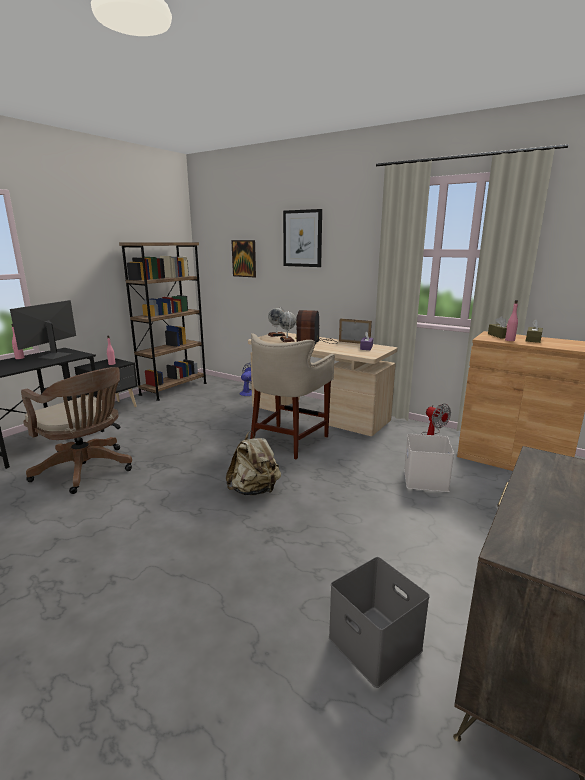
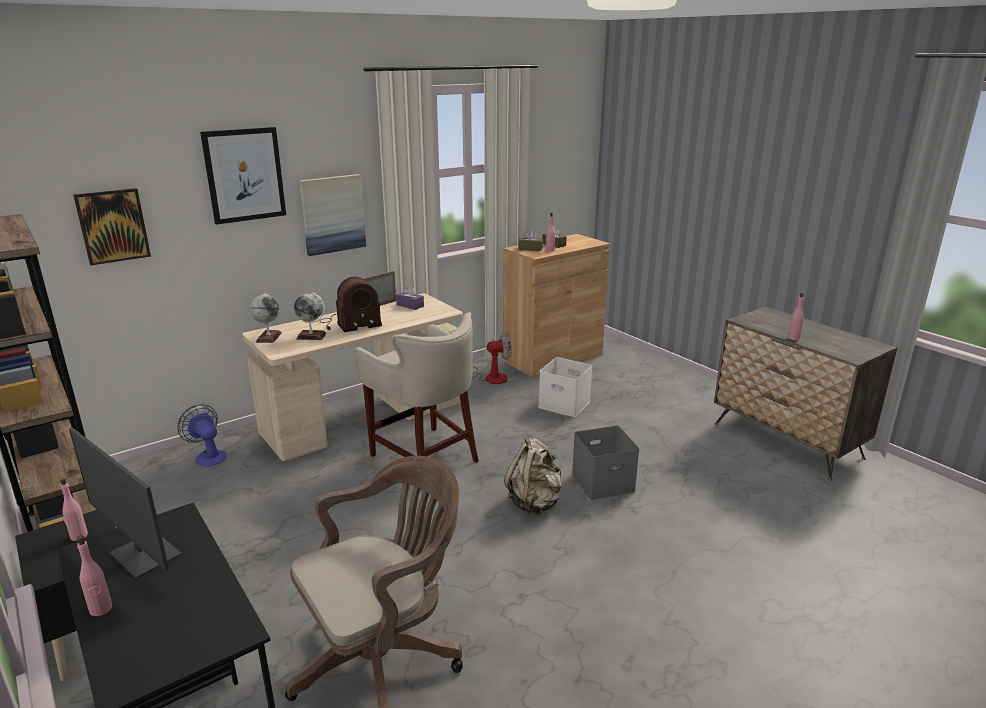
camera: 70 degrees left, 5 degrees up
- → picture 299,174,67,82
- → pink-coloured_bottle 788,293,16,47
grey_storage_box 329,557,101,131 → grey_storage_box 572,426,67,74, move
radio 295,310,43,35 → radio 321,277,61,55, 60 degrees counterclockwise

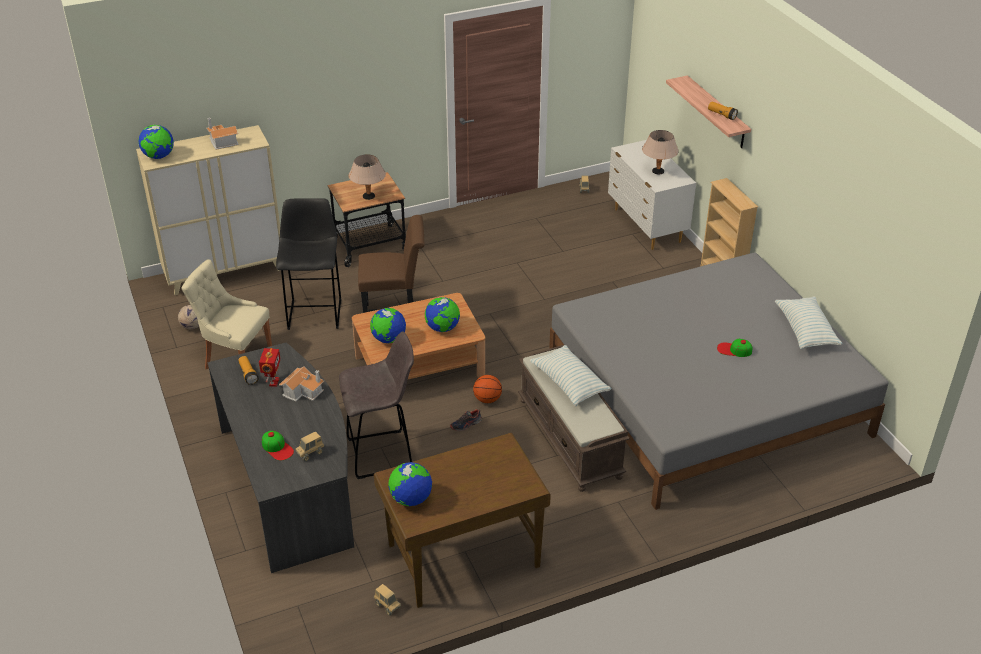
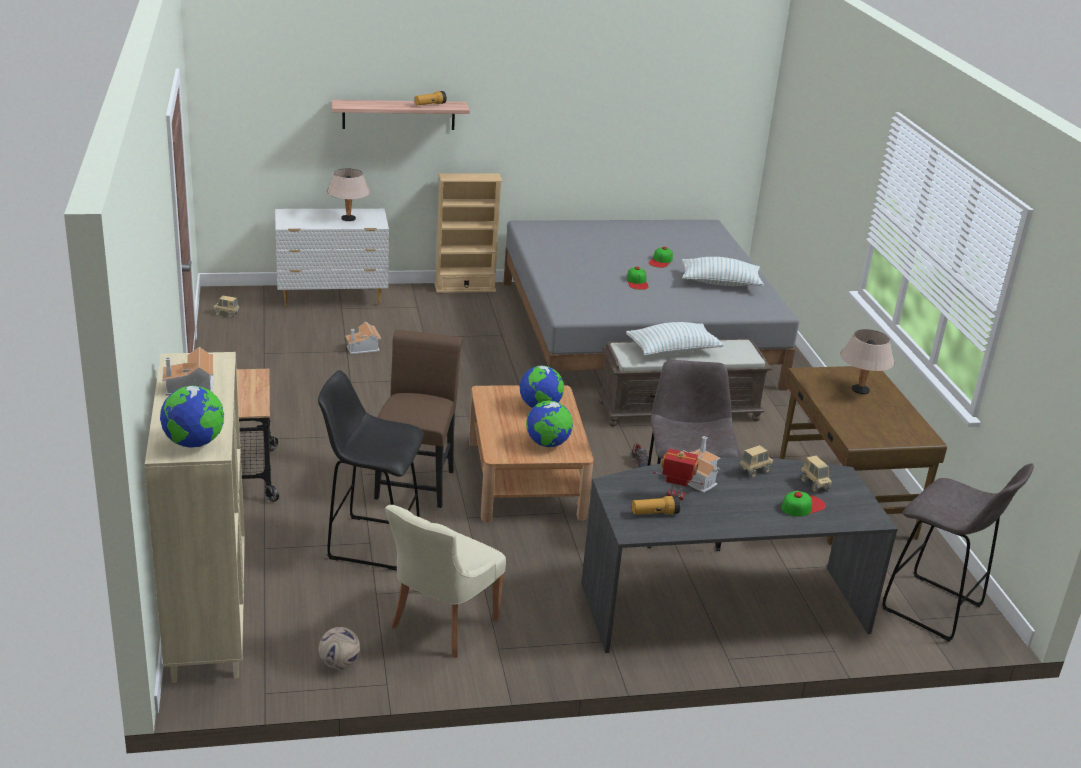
camera: 80 degrees left, 10 degrees down
globe 388,462,44,44 → -
basketball 473,375,29,28 → -
- → miniature_house 346,322,35,32
- → baseball_cap 627,267,22,23
- → grey_stool 882,463,152,179
beige-coloured_tabletop_lamp 349,155,37,45 → beige-coloured_tabletop_lamp 840,329,54,65, move
toy_truck 374,584,27,31 → toy_truck 739,445,34,33, move
throw_pillow 775,296,68,54 → throw_pillow 682,257,82,29, move

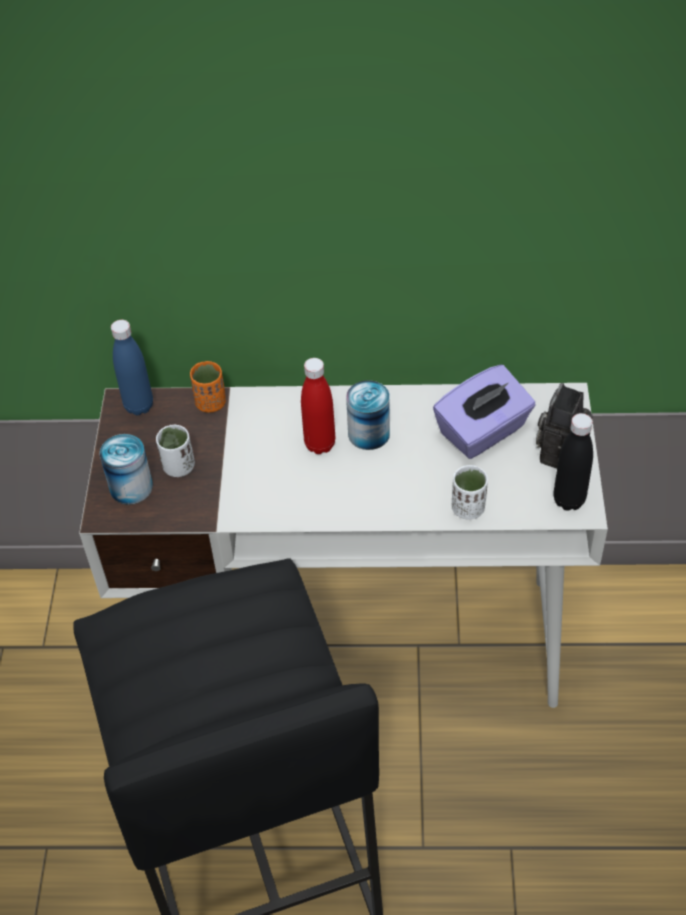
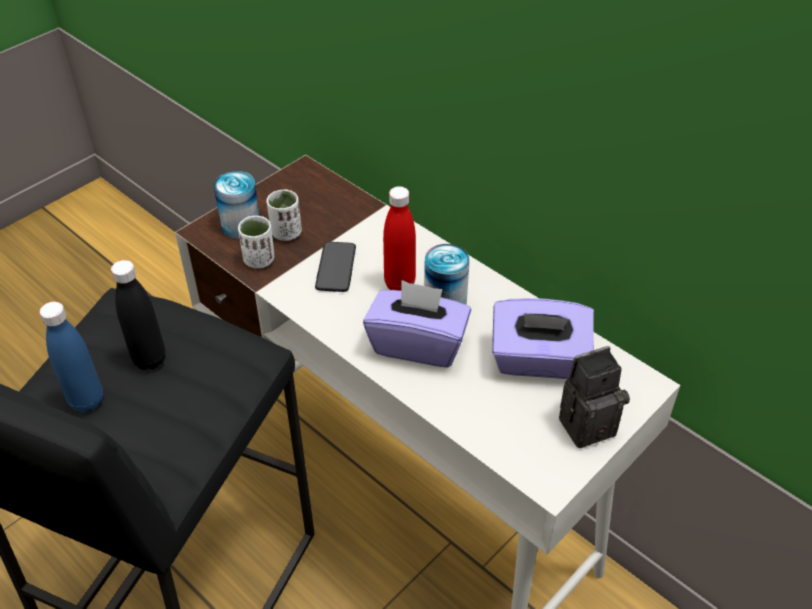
camera: 40 degrees right, 5 degrees down
orange_cup 190,361,36,52 → -
- → handset 315,242,41,50
- → purple-coloured_tissue_box 363,280,108,88
bluish_bottle 111,320,42,95 → bluish_bottle 40,302,63,111, move
whitish_cup 452,465,36,55 → whitish_cup 238,216,37,52, move
blackish_bottle 553,413,40,98 → blackish_bottle 111,260,55,110, move

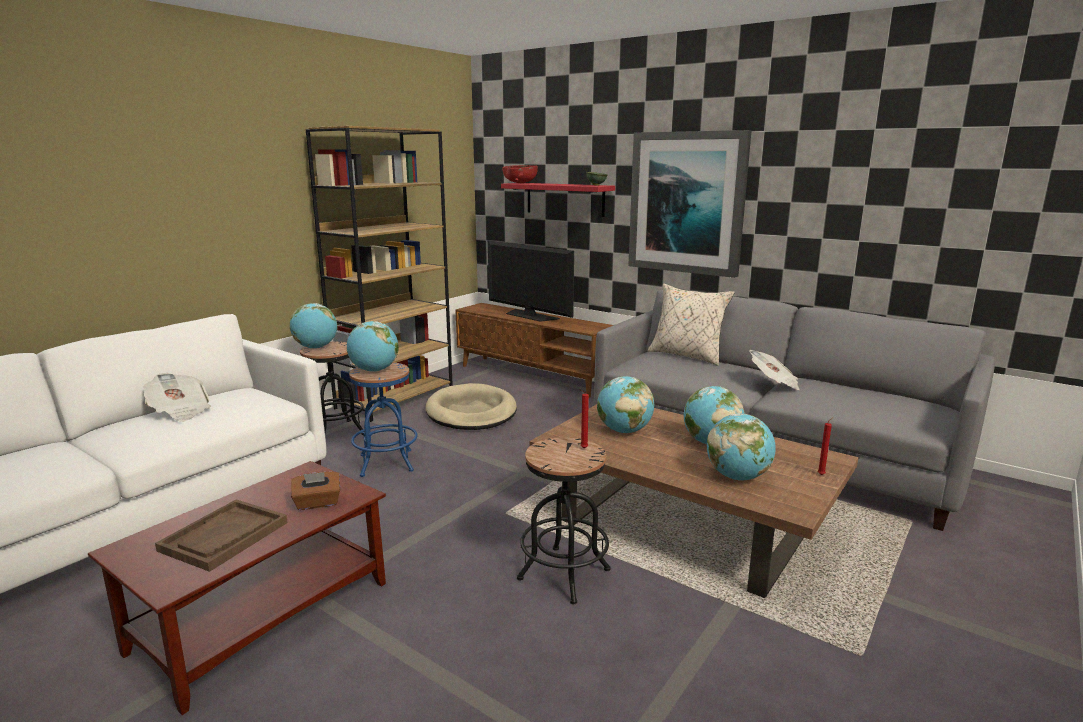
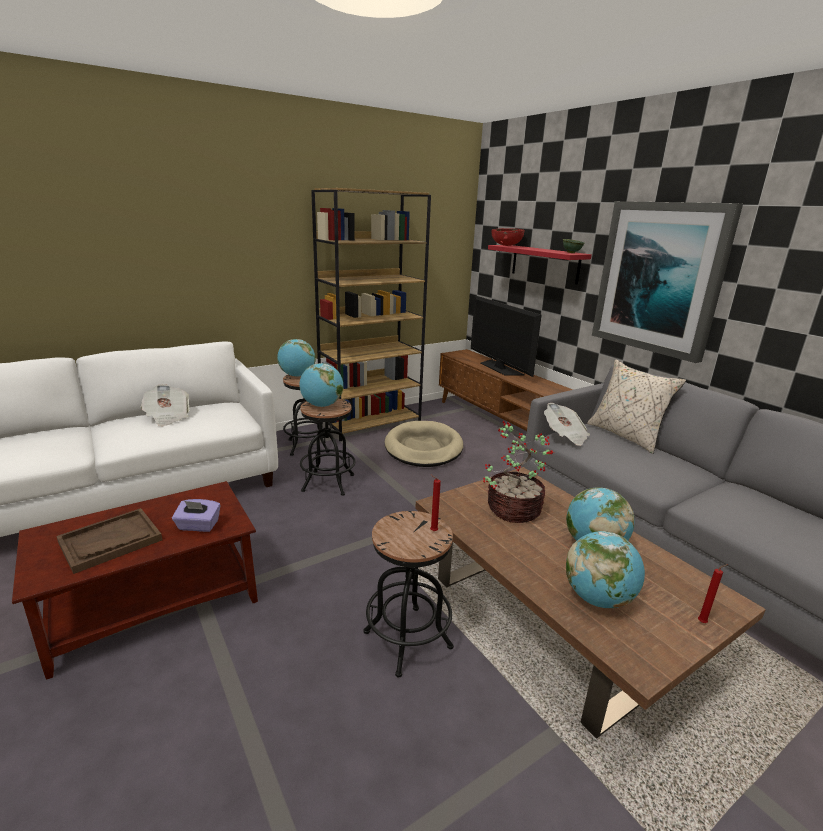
camera: 20 degrees right, 5 degrees up
printed_paper 750,350,49,40 → printed_paper 544,403,46,43, move
globe 597,376,57,57 → potted_plant 483,421,72,102
brownish_tissue_box 291,471,49,39 → purple-coloured_tissue_box 172,499,49,33
bluish_stool 349,362,69,115 → blackish_stool 300,399,56,97

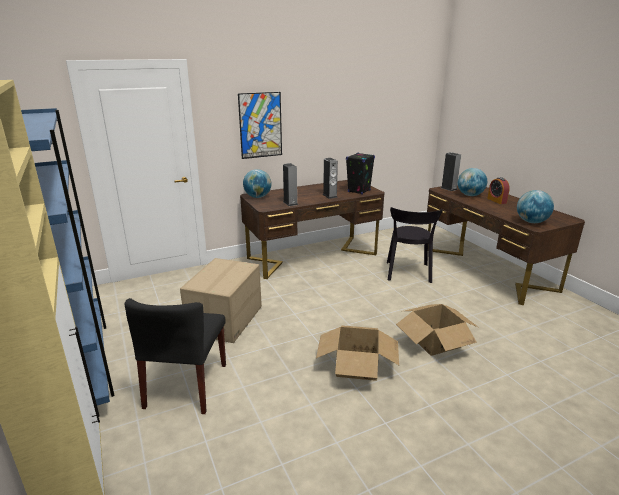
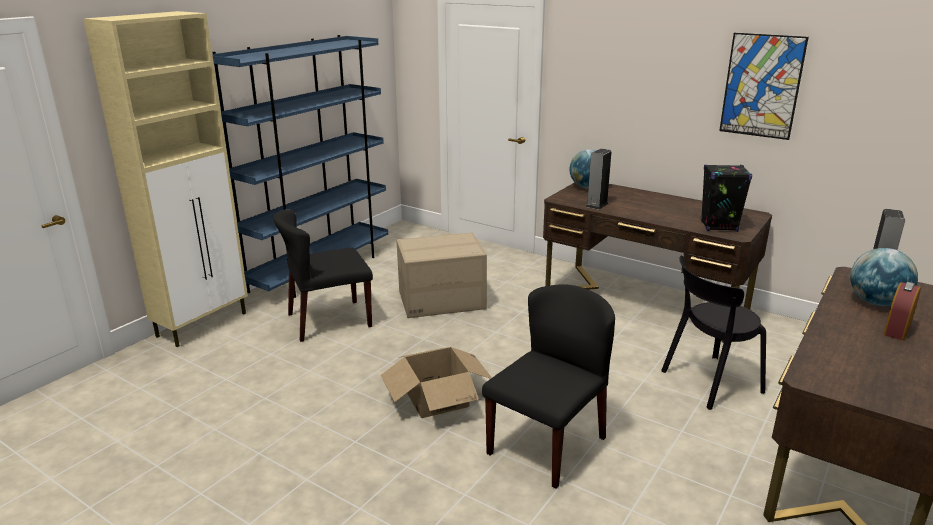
camera: 60 degrees right, 0 degrees up
loudspeaker 323,158,15,41 → -
globe 517,190,37,33 → -
picture 238,92,44,67 → picture 719,33,90,107, move
carton 396,304,83,52 → blackish_chair 482,284,133,205

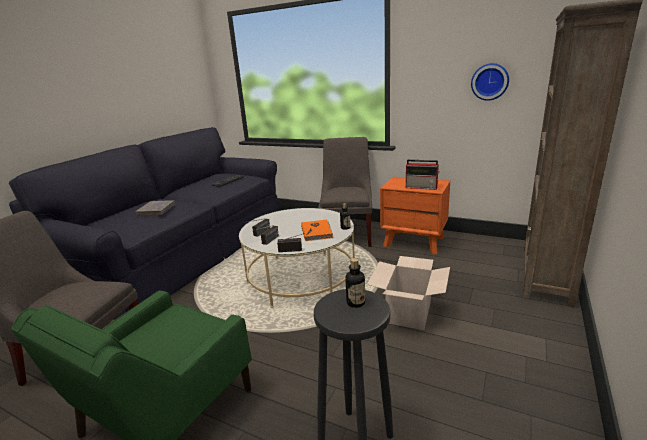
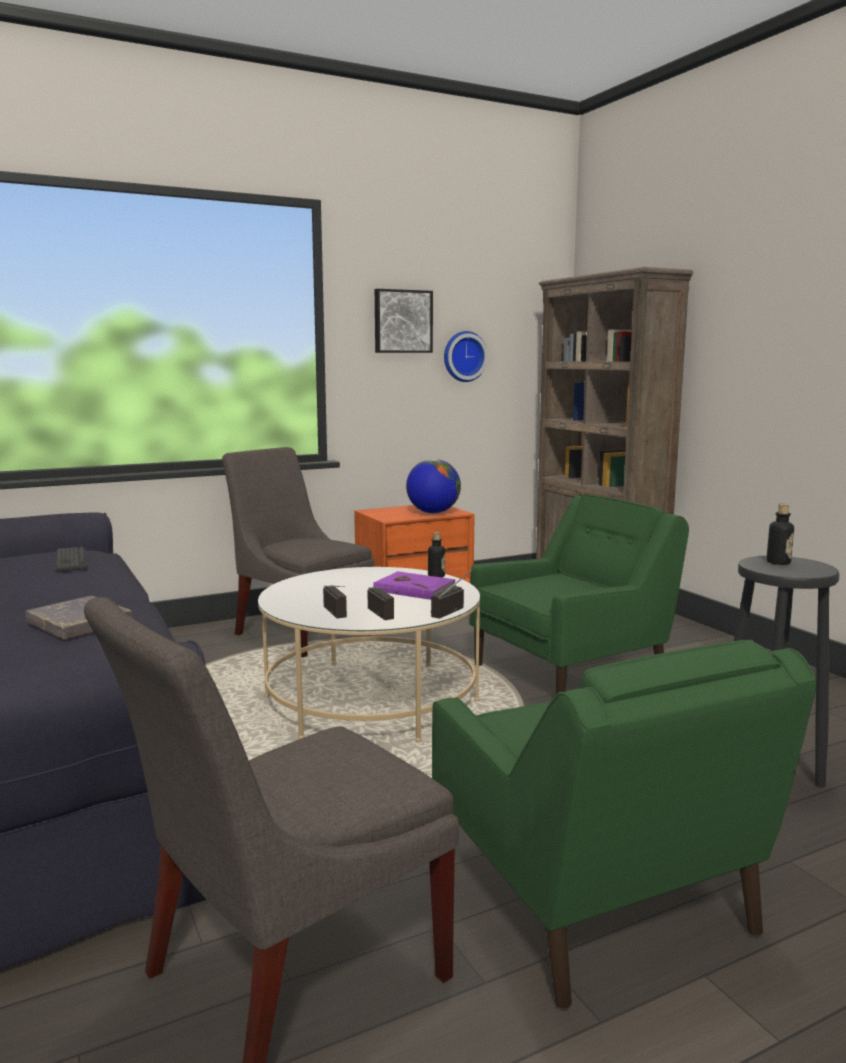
camera: 55 degrees left, 10 degrees down
- → picture 375,289,58,64
carton 367,256,83,74 → green_lounge_chair 469,494,220,201
radio 406,160,34,30 → globe 406,459,55,54
orange_bound_book 301,220,32,21 → purple-coloured_bound_book 373,571,83,29

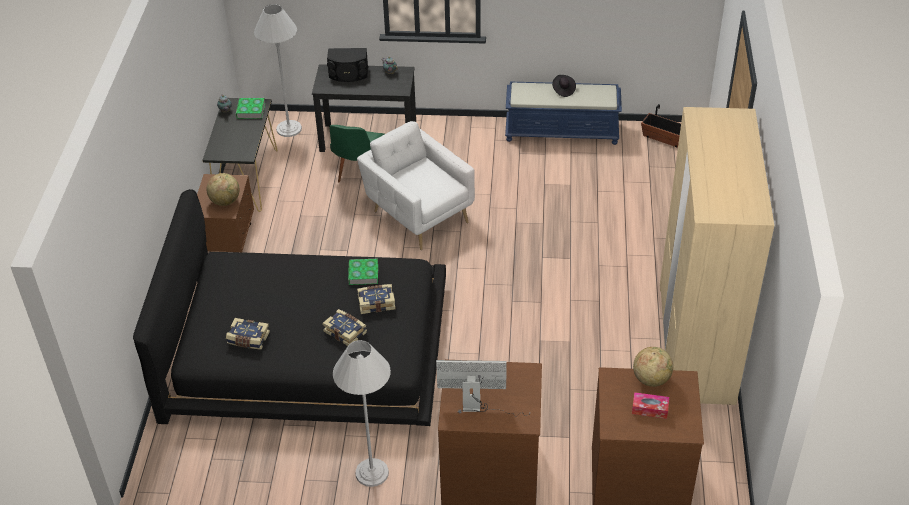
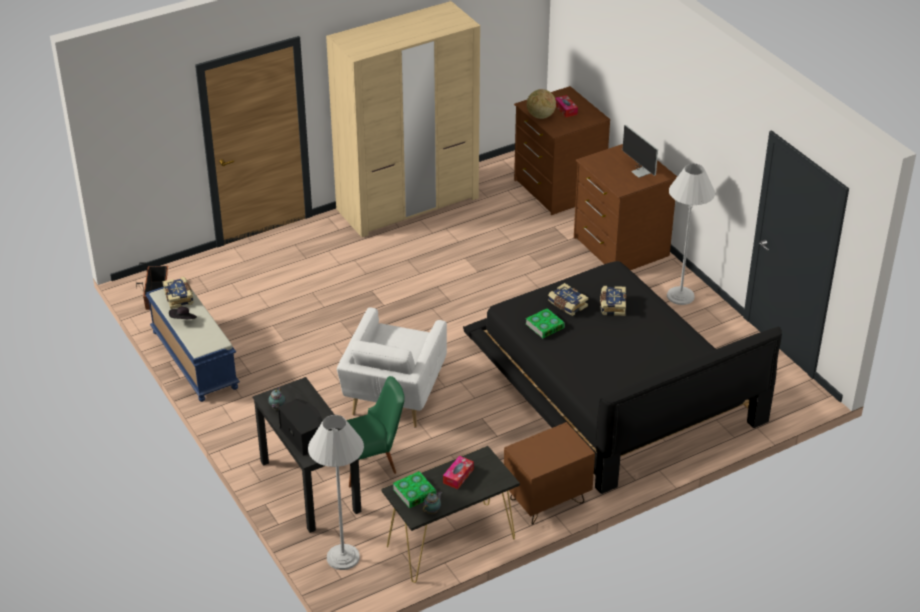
camera: 125 degrees left, 5 degrees down
globe 206,173,34,33 → -
- → tissue_box 443,456,31,33
bound_book 226,318,44,32 → bound_book 162,277,32,32, move

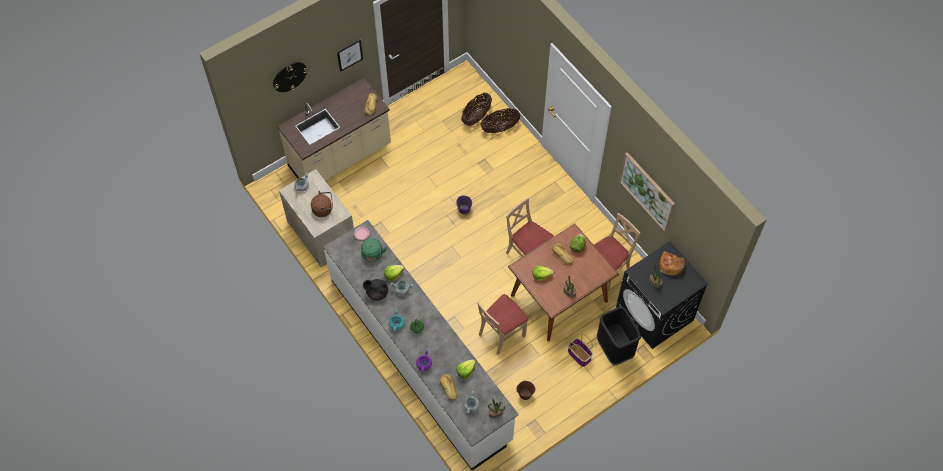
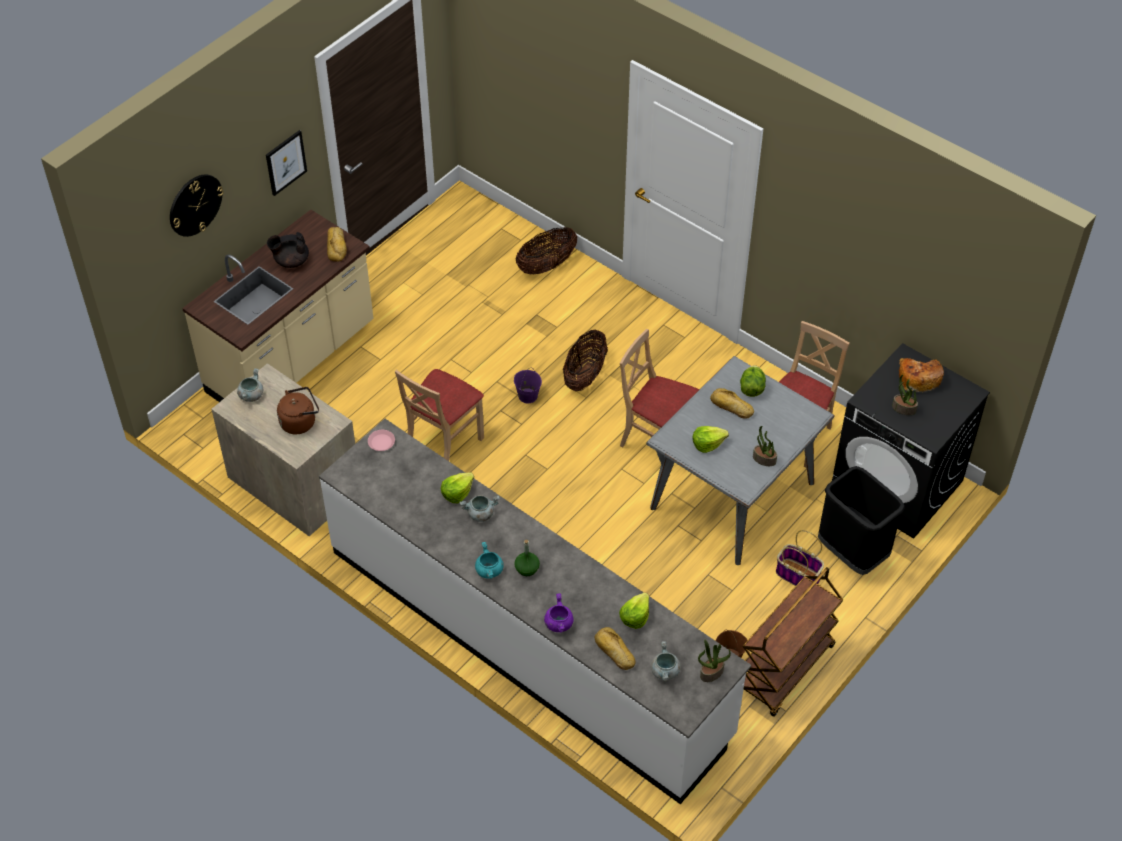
camera: 15 degrees left, 10 degrees down
green_water_kettle 361,238,26,24 → -
picture 619,152,56,80 → -
- → brownish_wheeled_cart 743,567,100,150
blackish_tea_pot 363,279,25,22 → blackish_tea_pot 267,232,42,36, move
basket 461,93,31,33 → basket 563,330,45,61, move
beige-coloured_chair 477,294,52,61 → beige-coloured_chair 395,369,89,92, move
brownish_kitchen_table 508,223,111,118 → grey_kitchen_table 646,356,189,209

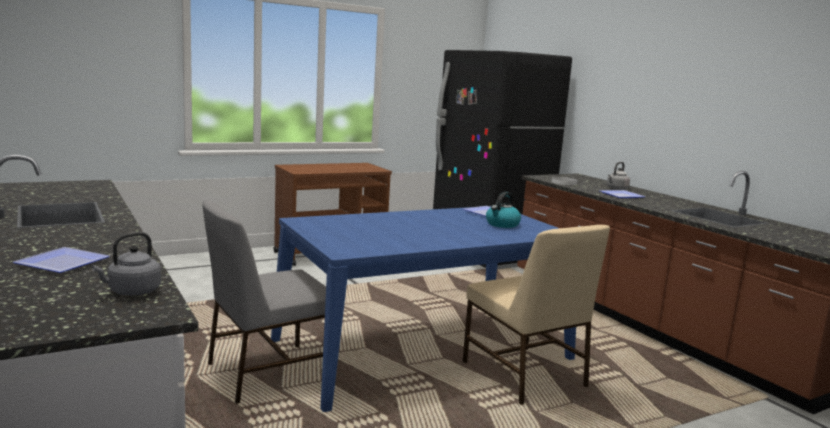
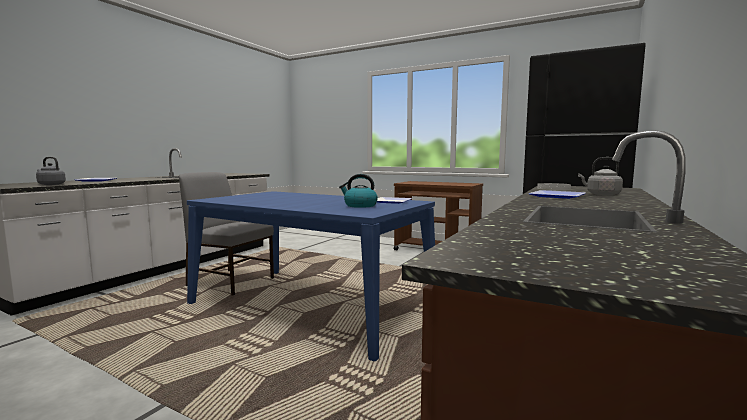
camera: 60 degrees right, 5 degrees down
beige-coloured_chair 463,225,147,180 → -

